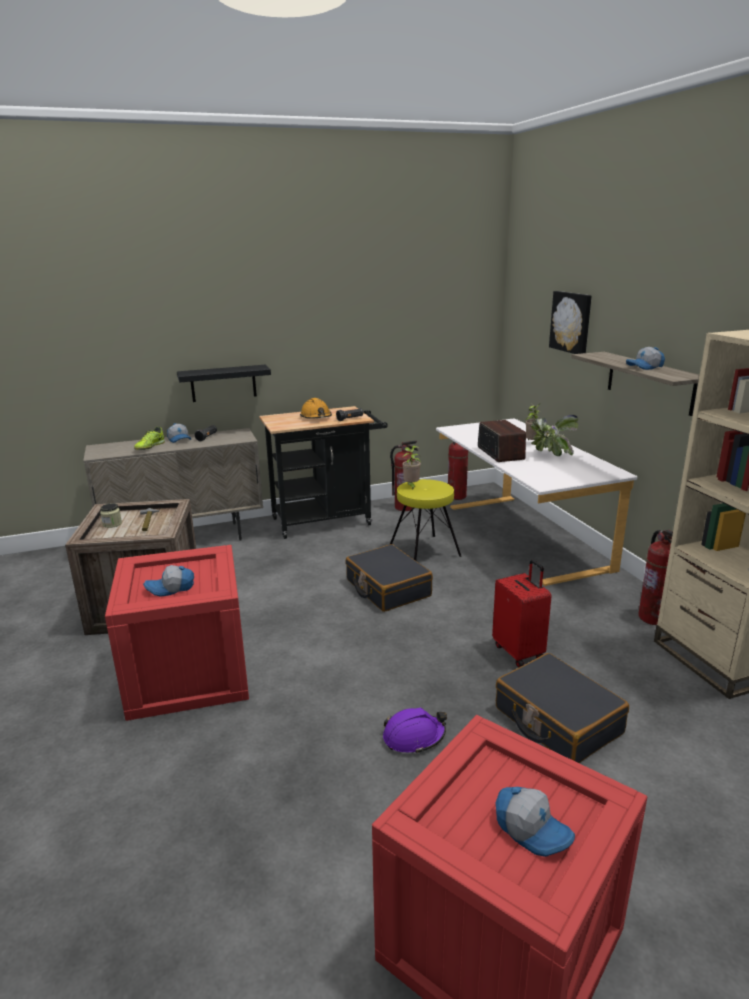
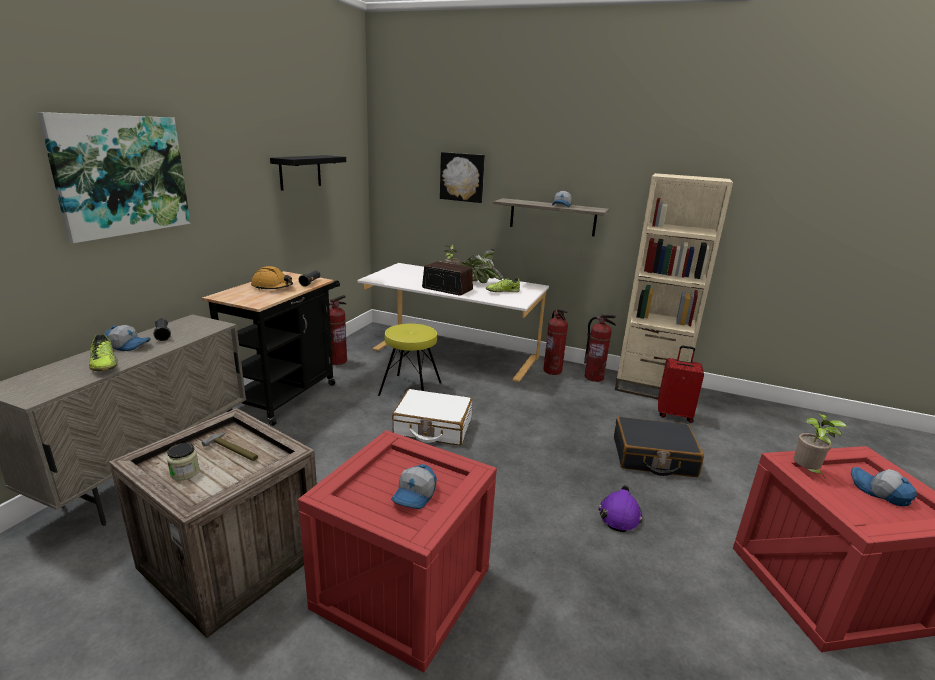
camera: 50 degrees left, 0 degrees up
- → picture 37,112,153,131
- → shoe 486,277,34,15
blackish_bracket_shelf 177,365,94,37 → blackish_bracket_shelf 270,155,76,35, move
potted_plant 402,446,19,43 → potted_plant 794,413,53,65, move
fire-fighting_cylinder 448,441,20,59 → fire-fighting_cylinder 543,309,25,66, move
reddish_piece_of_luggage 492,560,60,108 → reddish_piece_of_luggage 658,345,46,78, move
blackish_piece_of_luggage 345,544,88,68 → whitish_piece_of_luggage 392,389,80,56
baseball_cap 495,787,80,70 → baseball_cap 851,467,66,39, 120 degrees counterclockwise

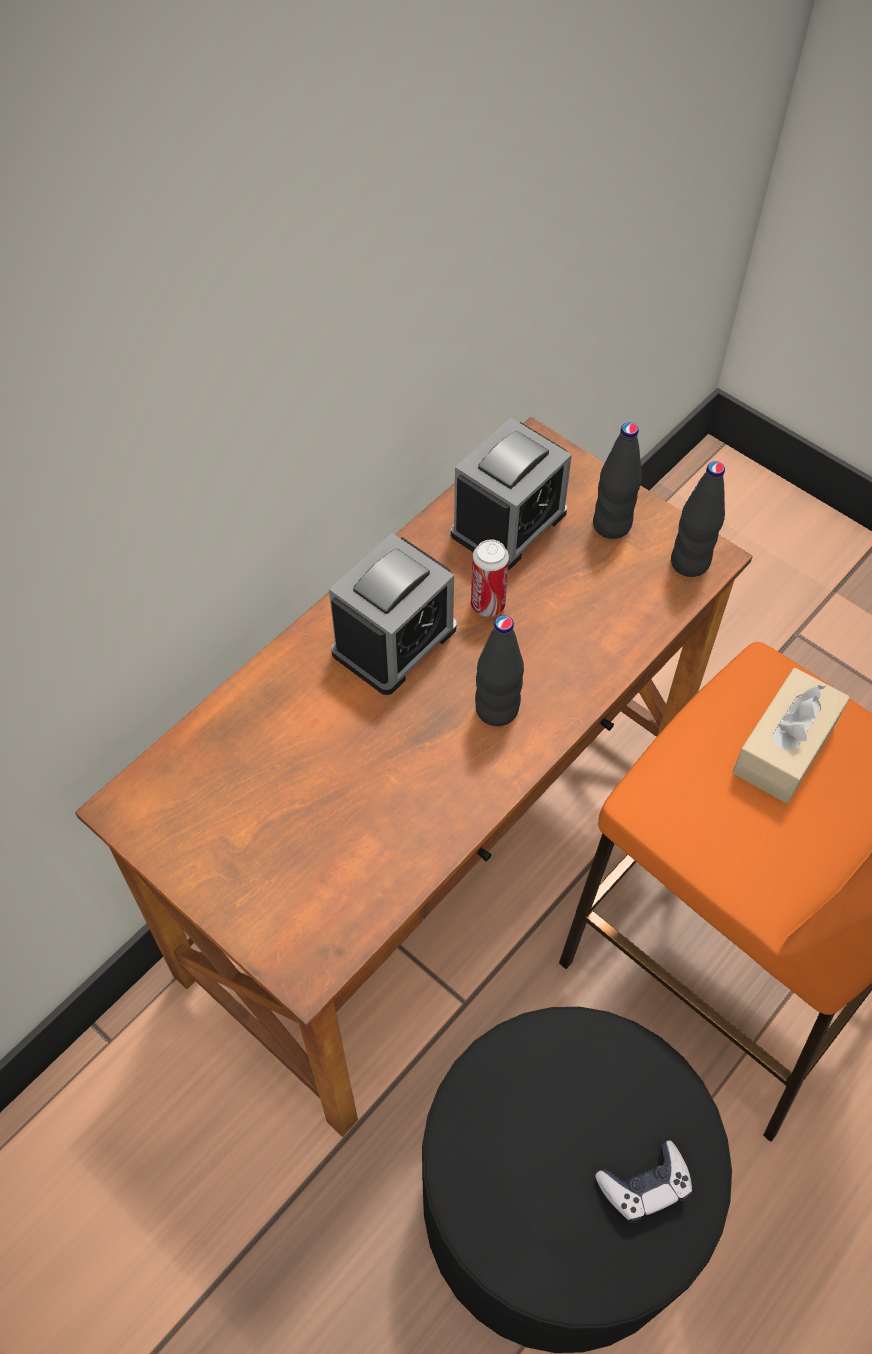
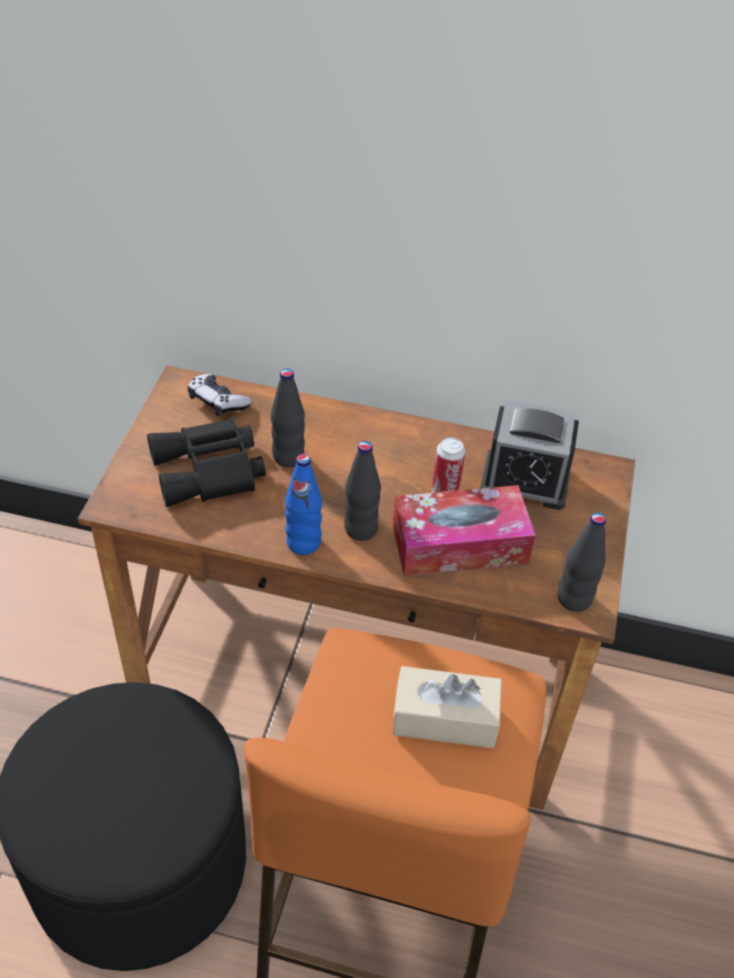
camera: 60 degrees right, 10 degrees down
bedside_clock 329,533,128,162 → -
- → blackish_field_glasses 147,418,119,89
- → bluish_bottle 285,454,37,101
- → tissue_box 392,485,143,91
blackish_bottle 593,422,49,117 → blackish_bottle 271,368,34,99, move
gamepad 595,1140,97,83 → gamepad 188,374,64,42, move

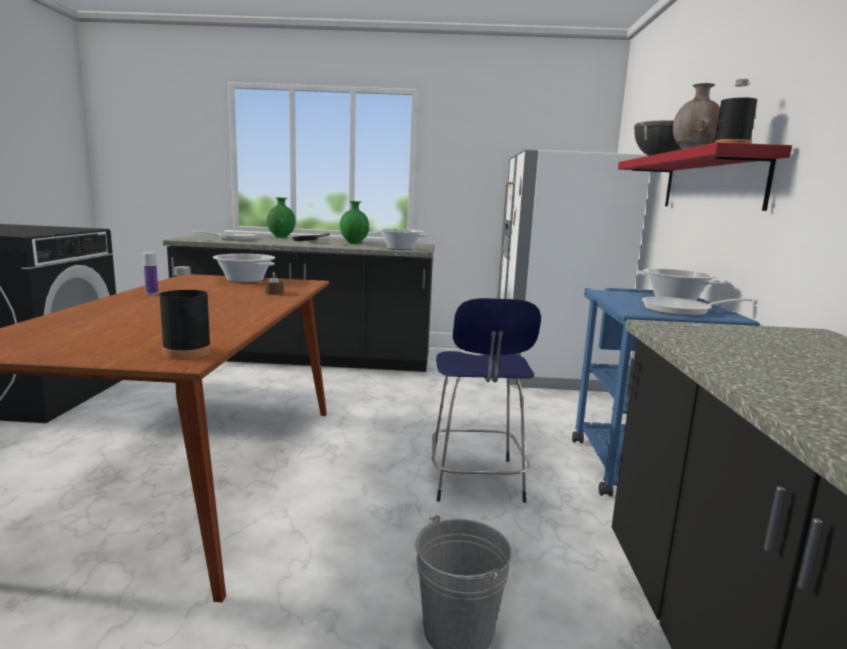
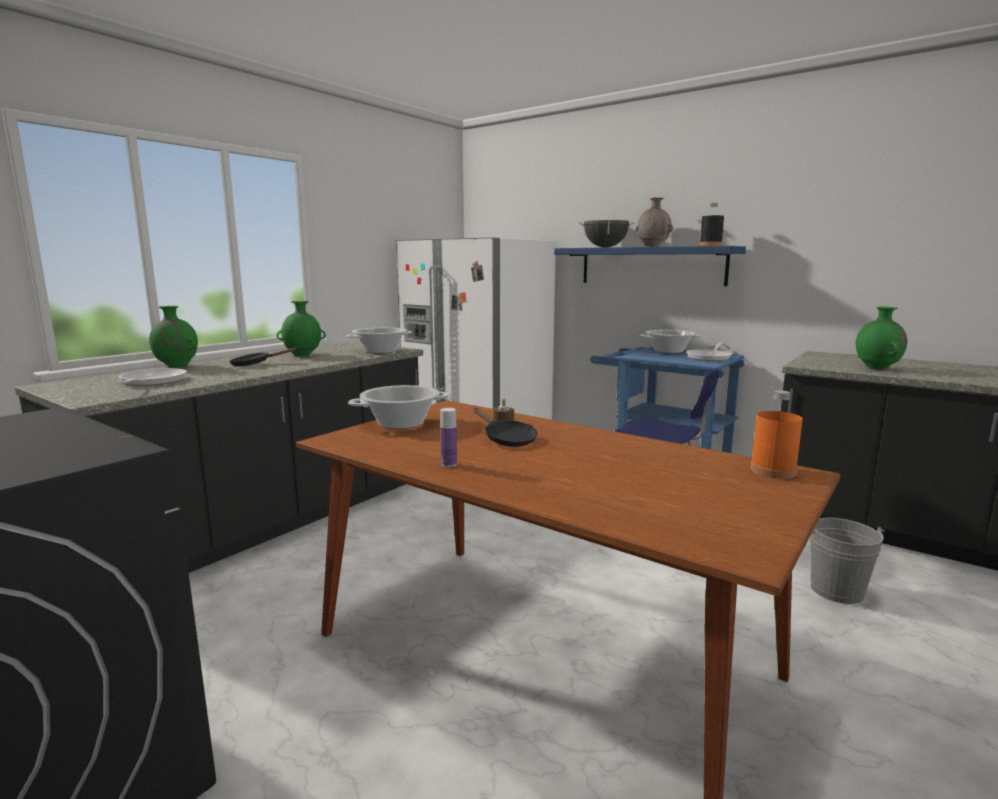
camera: 55 degrees left, 0 degrees up
- → blackish_skillet 473,408,65,39
- → green_vase 856,306,51,64
blackish_bottle 159,266,52,93 → orange_bottle 750,390,53,89
reddish_bracket_shelf 618,142,174,69 → bluish_bracket_shelf 554,246,192,40

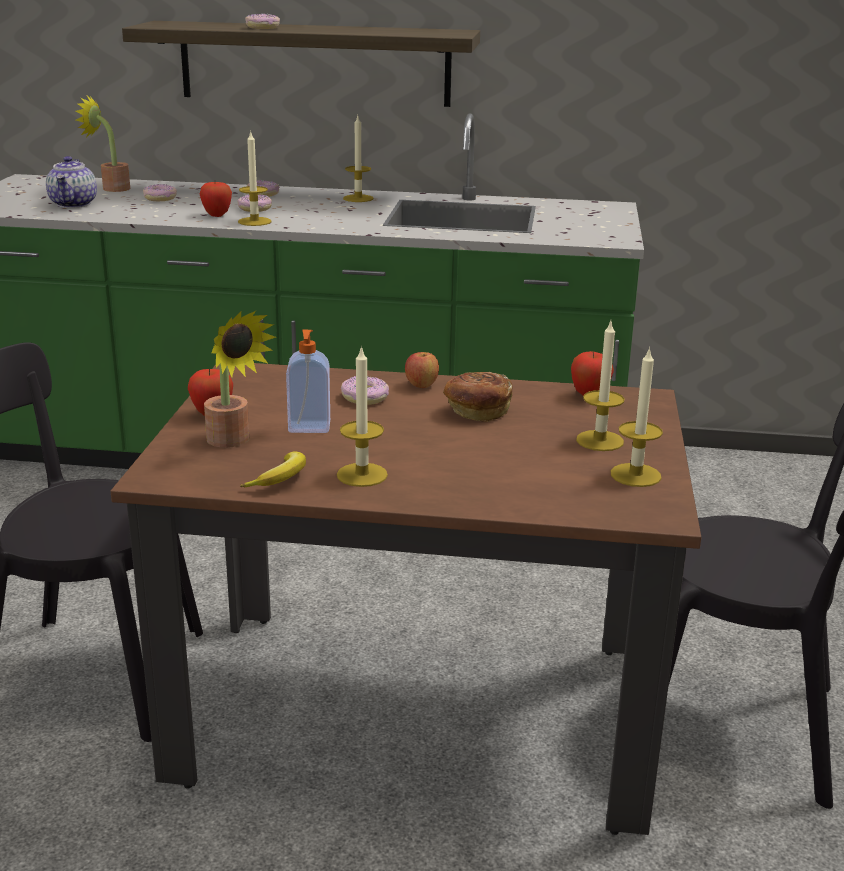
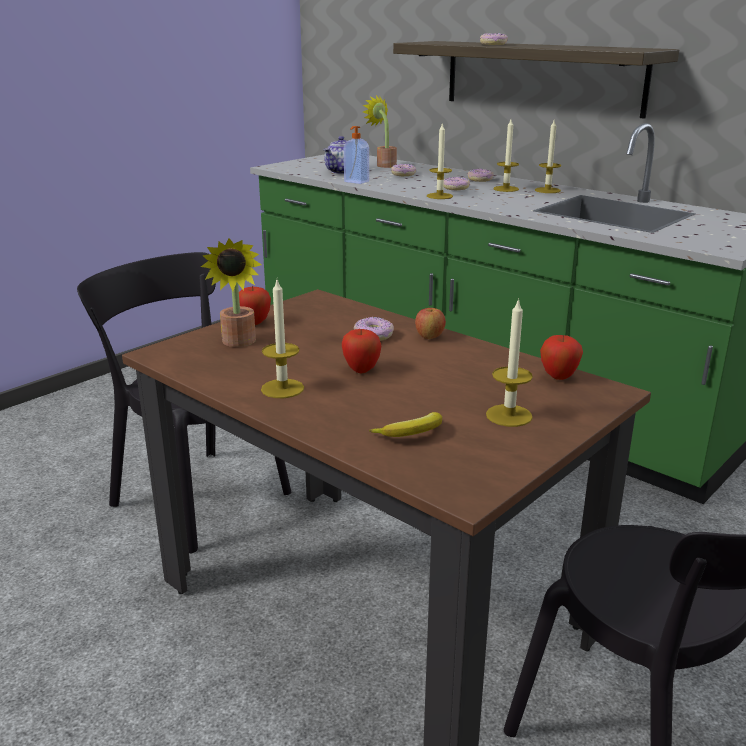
camera: 35 degrees right, 0 degrees up
baked_bread 443,372,70,50 → -
whole_apple 200,182,32,35 → whole_apple 342,329,39,44, move
banana_fruit 240,451,66,36 → banana_fruit 369,412,73,25, move
liquid_soap_bottle 286,330,44,103 → liquid_soap_bottle 344,126,25,58, move
wax_candle 611,347,52,140 → wax_candle 493,119,26,73, move

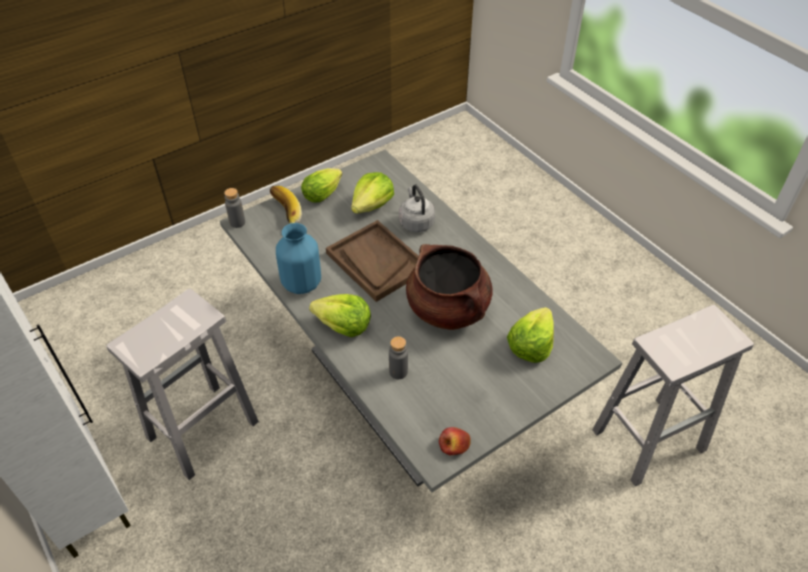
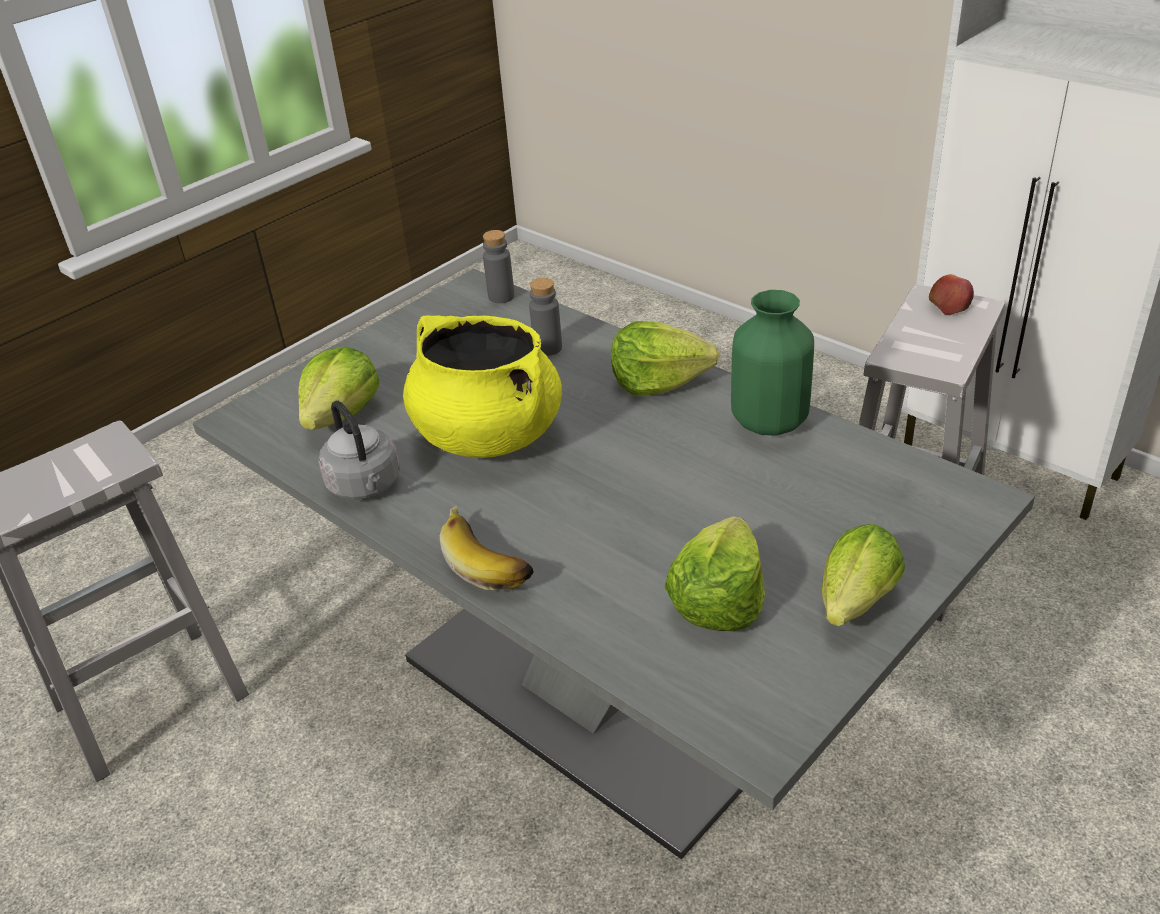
camera: 170 degrees right, 10 degrees down
brownish_serving_tray 326,220,93,82 → -
grey_bottle 224,188,21,40 → grey_bottle 483,230,32,73, move
banana_fruit 270,186,32,38 → banana_fruit 440,505,94,85, move
grey_water_kettle 399,185,36,47 → grey_water_kettle 319,400,81,99, move
whole_apple 439,427,31,28 → whole_apple 929,274,45,41, move
bluish_vase 276,223,45,71 → green_vase 731,290,83,145
brownish_cooking_pot 406,244,86,86 → yellow-coloured_cooking_pot 403,315,159,143

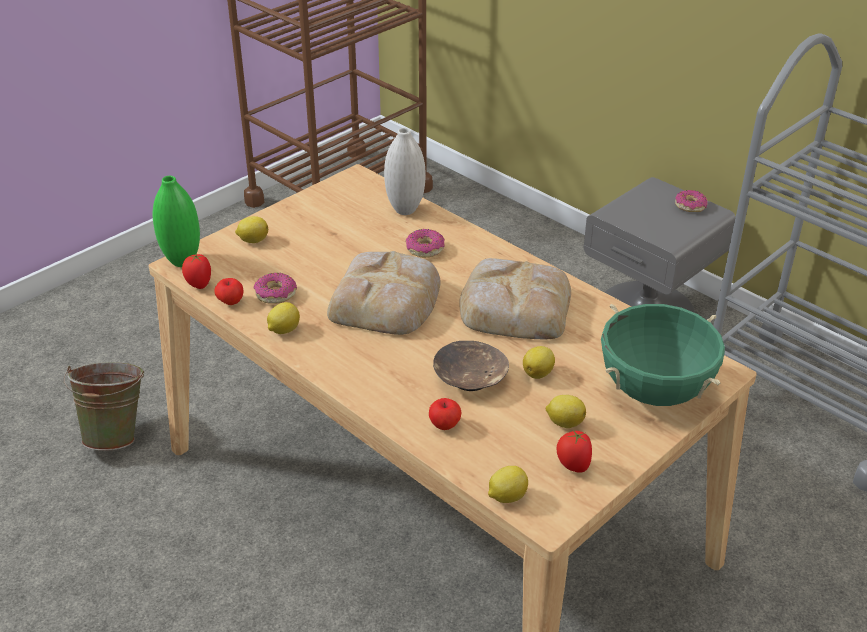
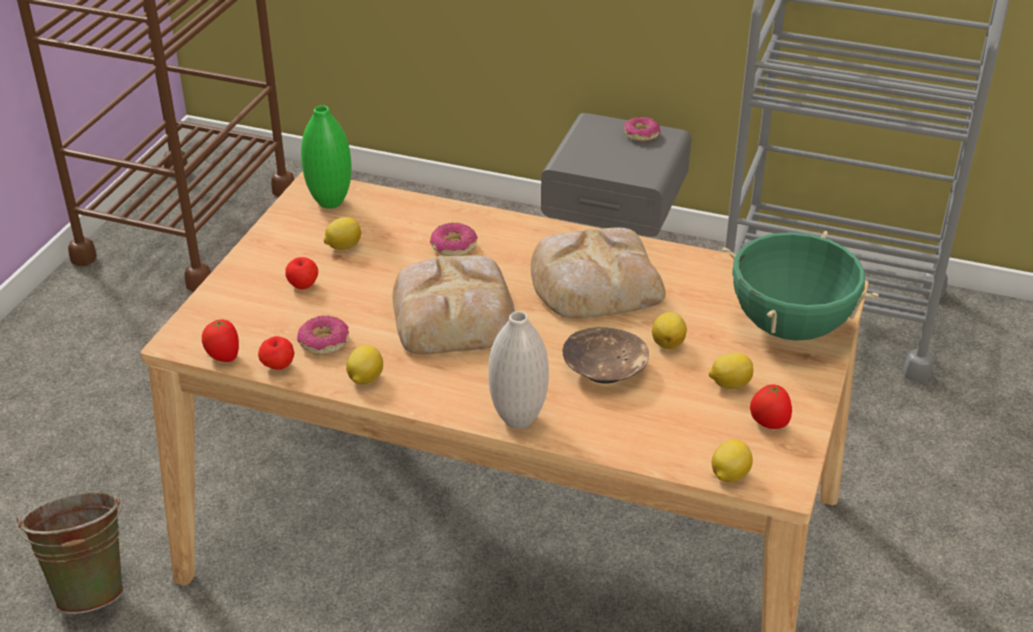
camera: 25 degrees left, 0 degrees up
green_vase 153,176,47,91 → green_vase 301,105,50,104, move
citrus_fruit 235,216,33,27 → citrus_fruit 324,217,37,33, move
whitish_vase 384,128,42,87 → whitish_vase 488,311,61,118, move
whole_apple 429,398,32,32 → whole_apple 285,257,33,32, move

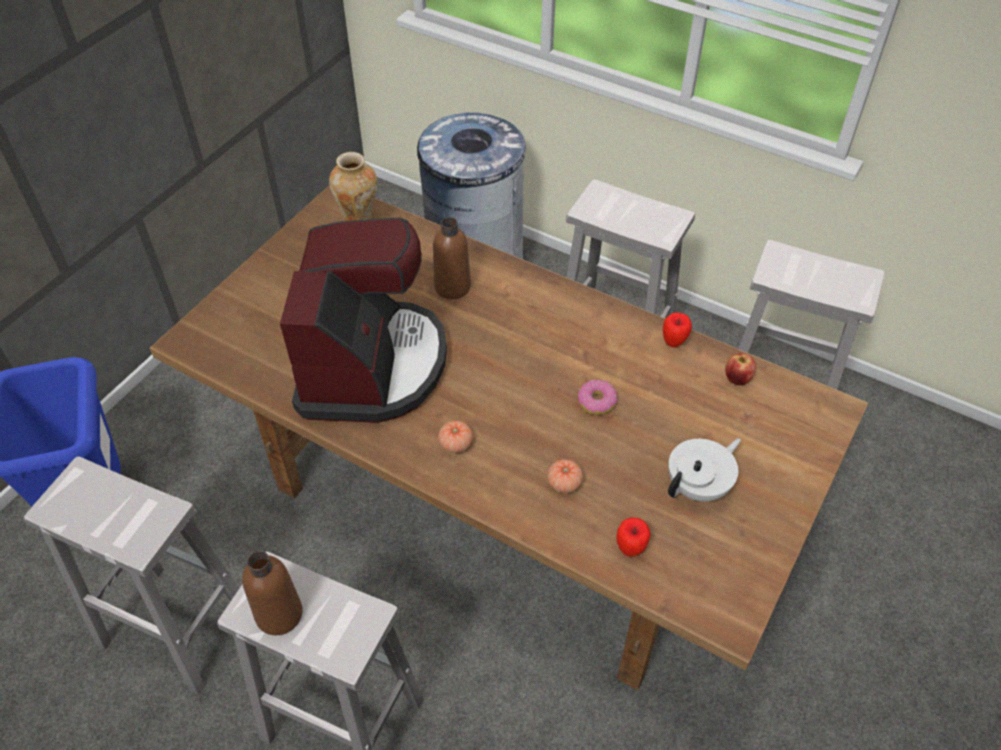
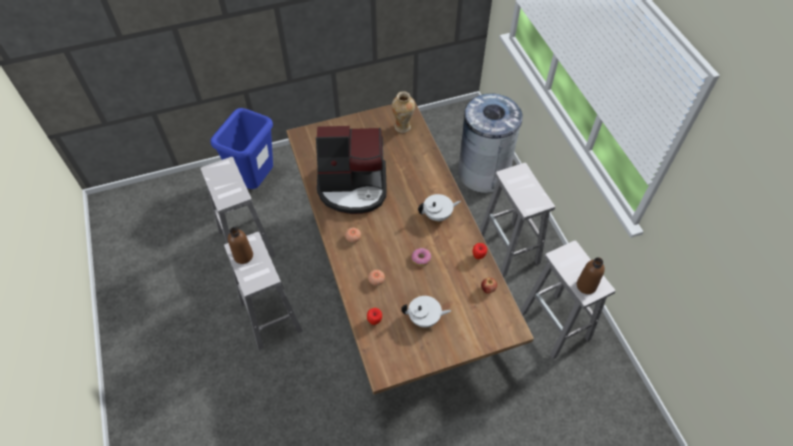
camera: 40 degrees right, 5 degrees up
- → whitish_tea_pot 418,194,43,28
brownish_bottle 433,217,38,82 → brownish_bottle 577,257,28,37, move
coffee_maker 280,218,167,205 → coffee_maker 316,126,71,88, 45 degrees clockwise

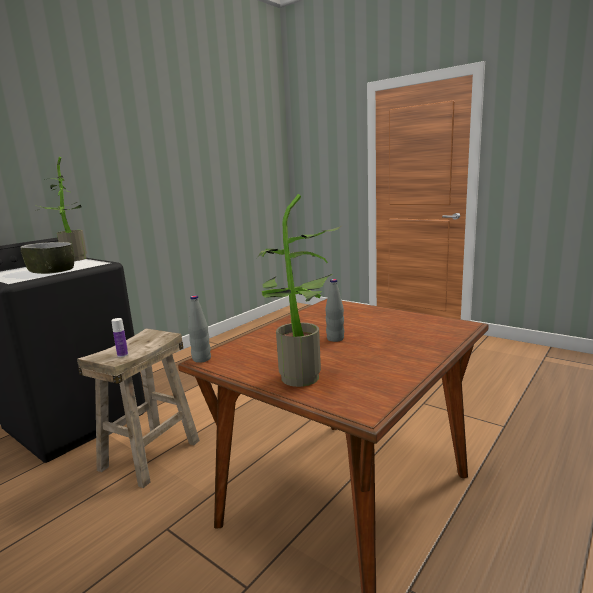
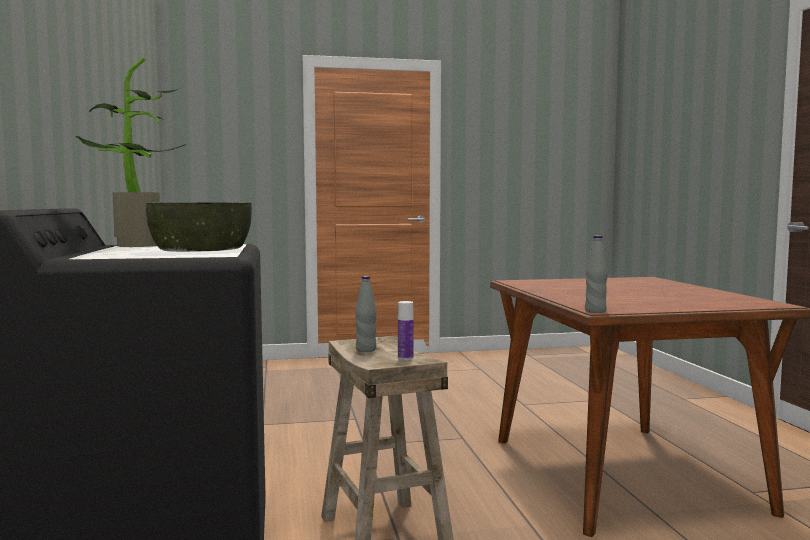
camera: 50 degrees left, 10 degrees down
potted_plant 256,194,85,193 → -
grey_bottle 325,279,19,63 → grey_bottle 355,276,22,76, move

